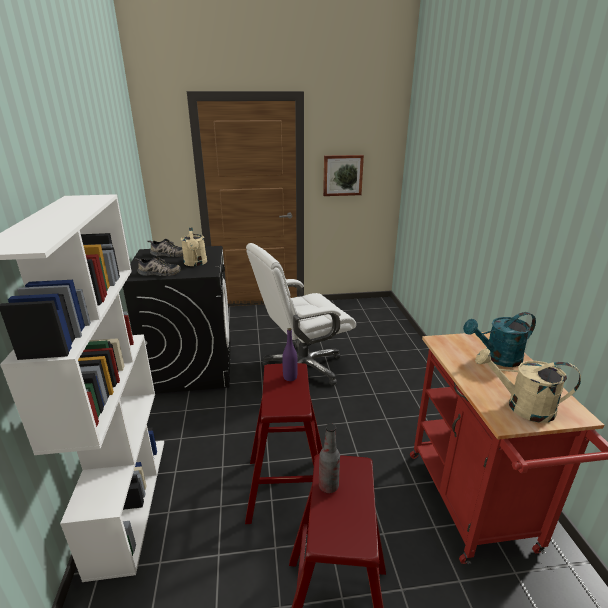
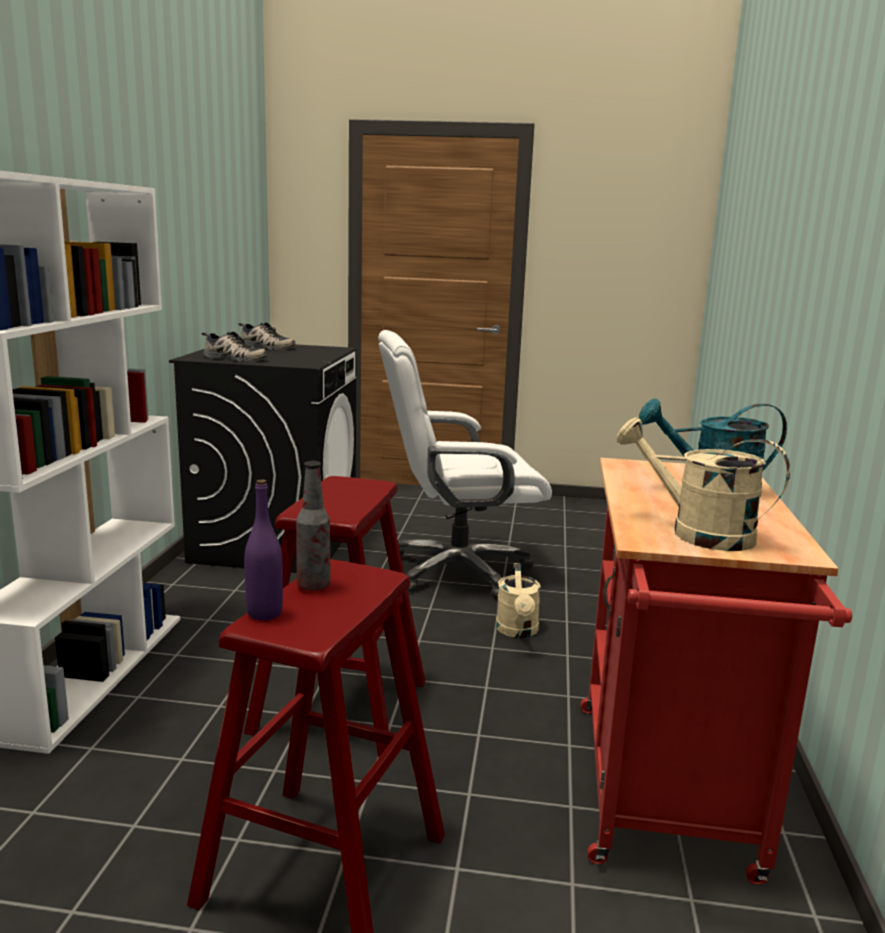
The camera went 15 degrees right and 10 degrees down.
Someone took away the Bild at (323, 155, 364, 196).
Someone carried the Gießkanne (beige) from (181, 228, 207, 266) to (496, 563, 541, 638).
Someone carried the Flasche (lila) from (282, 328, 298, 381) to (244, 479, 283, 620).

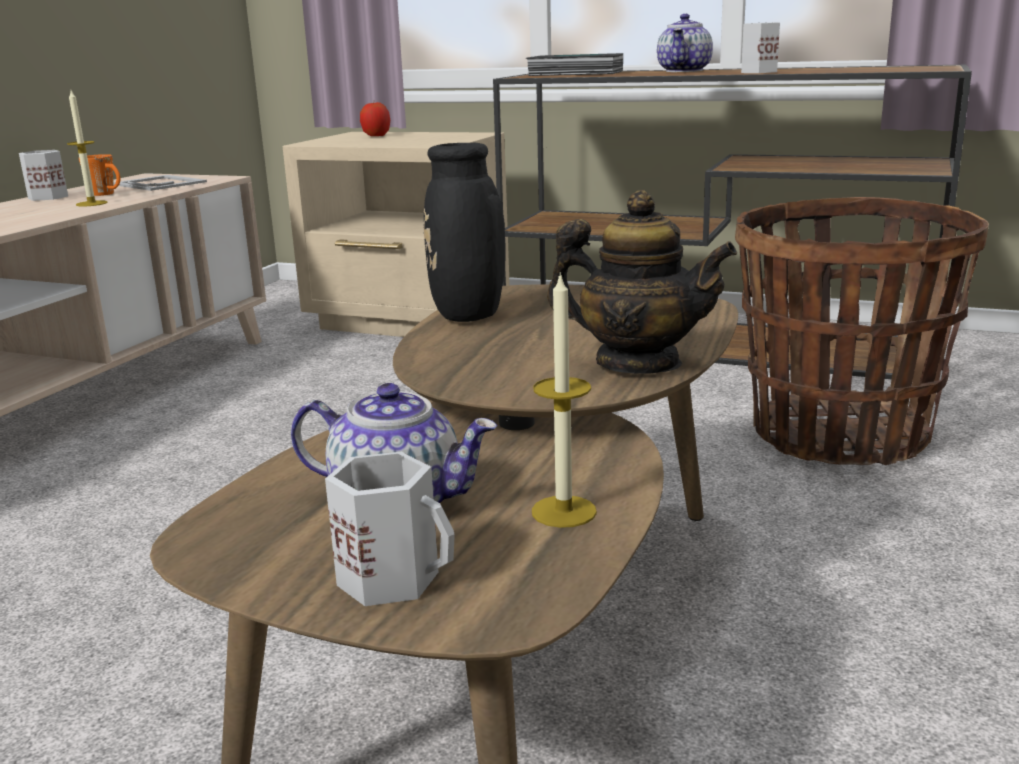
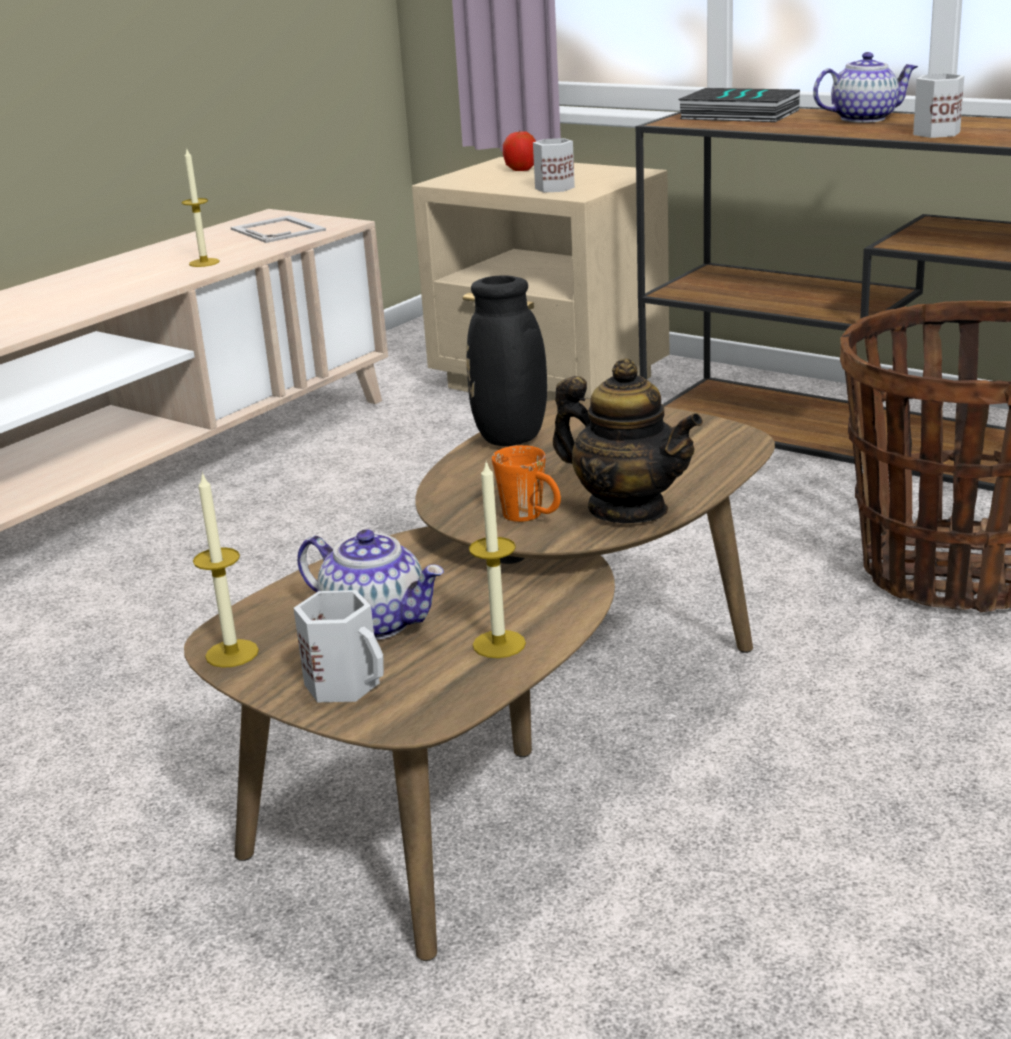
The camera went 15 degrees right and 5 degrees up.
Someone put down the Kerze at (193, 472, 259, 668).
Someone carried the Henkelbecher (weiß) from (19, 150, 68, 201) to (533, 138, 575, 192).
Someone carried the Henkelbecher (orange) from (79, 154, 121, 196) to (492, 445, 561, 522).
Someone rotated the Teekanne at (657, 14, 713, 72) by 135 degrees counterclockwise.

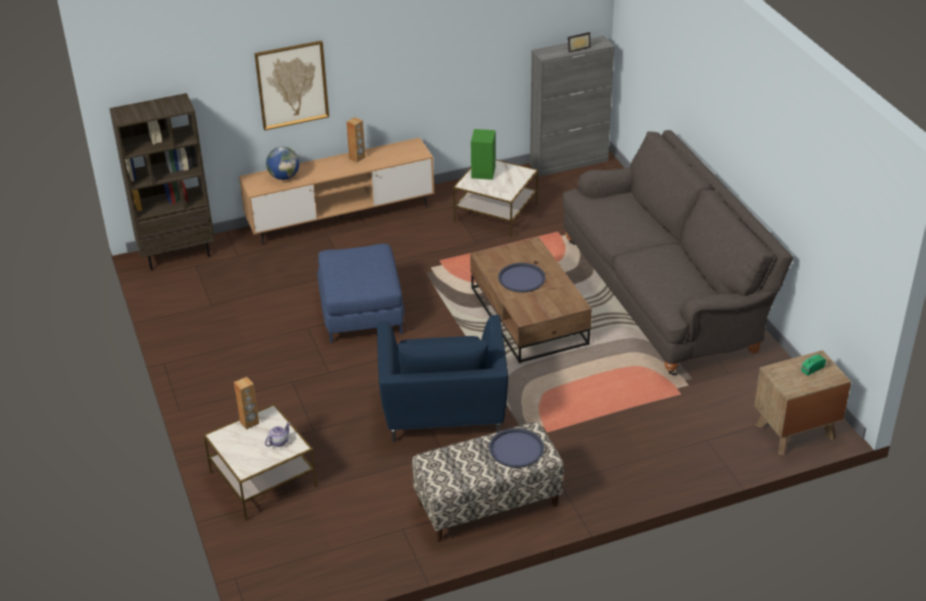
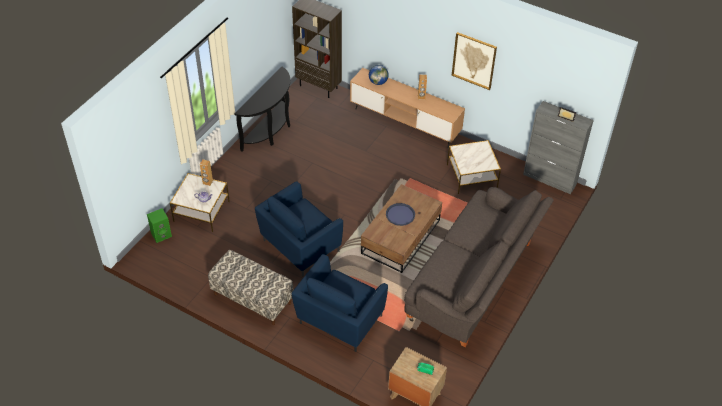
The camera went 50 degrees right and 10 degrees up.
Someone took away the Polsterhocker (blau) at (317, 244, 404, 343).
Someone took away the Tablett (blau) at (489, 428, 544, 468).
Someone put down the Konsolentisch (schwarz) at (235, 67, 290, 152).
Someone put down the Sessel (blau) at (292, 254, 388, 352).
Someone carried the Bild from (254, 40, 329, 131) to (452, 32, 497, 90).
Someone carried the Lautsprecher (grün) from (471, 129, 496, 180) to (147, 208, 172, 243).

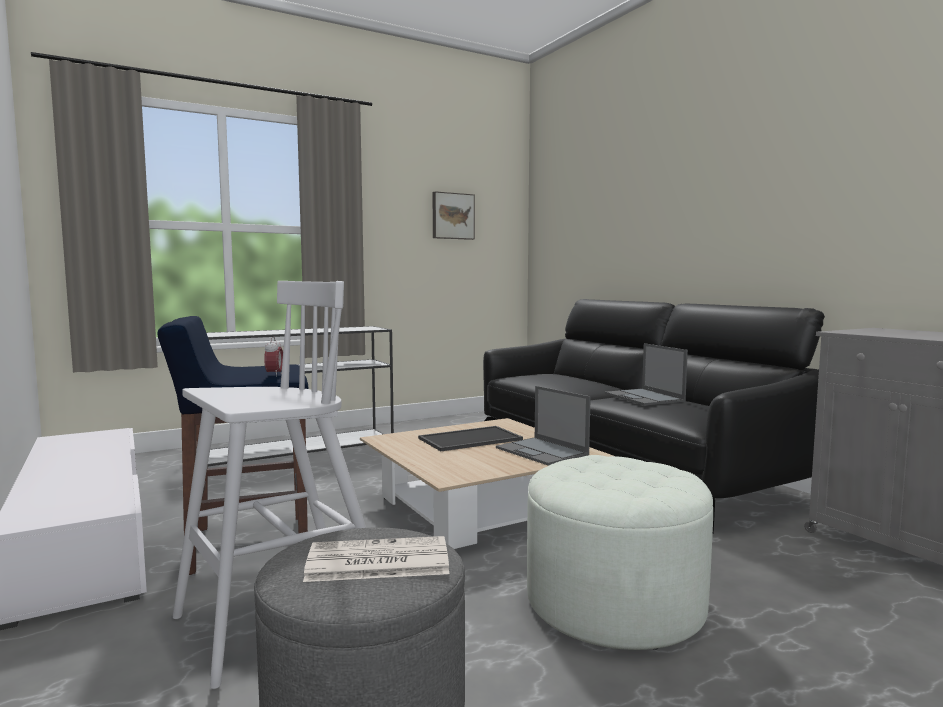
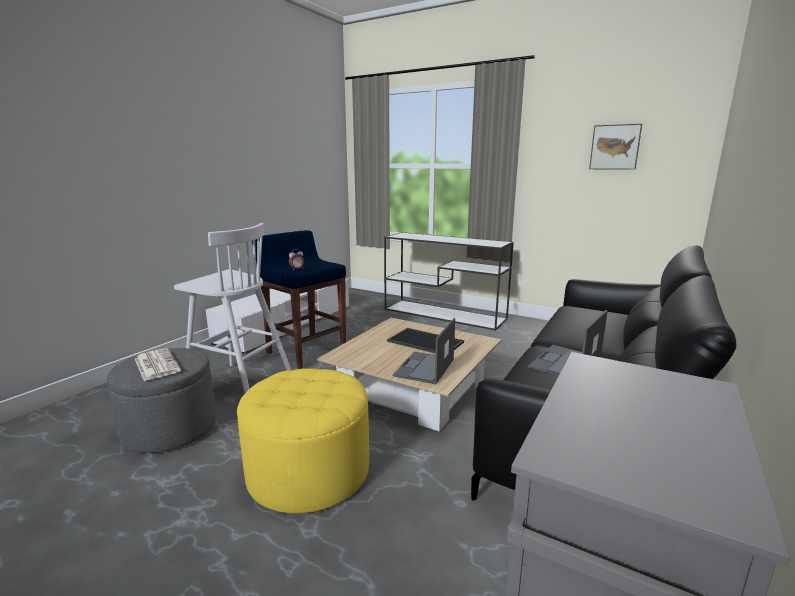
The camera went 60 degrees right and 10 degrees up.
Someone repainted the Polsterhocker (weiß) at (527, 455, 713, 650), which became the Polsterhocker (gelb) at (237, 369, 369, 514).

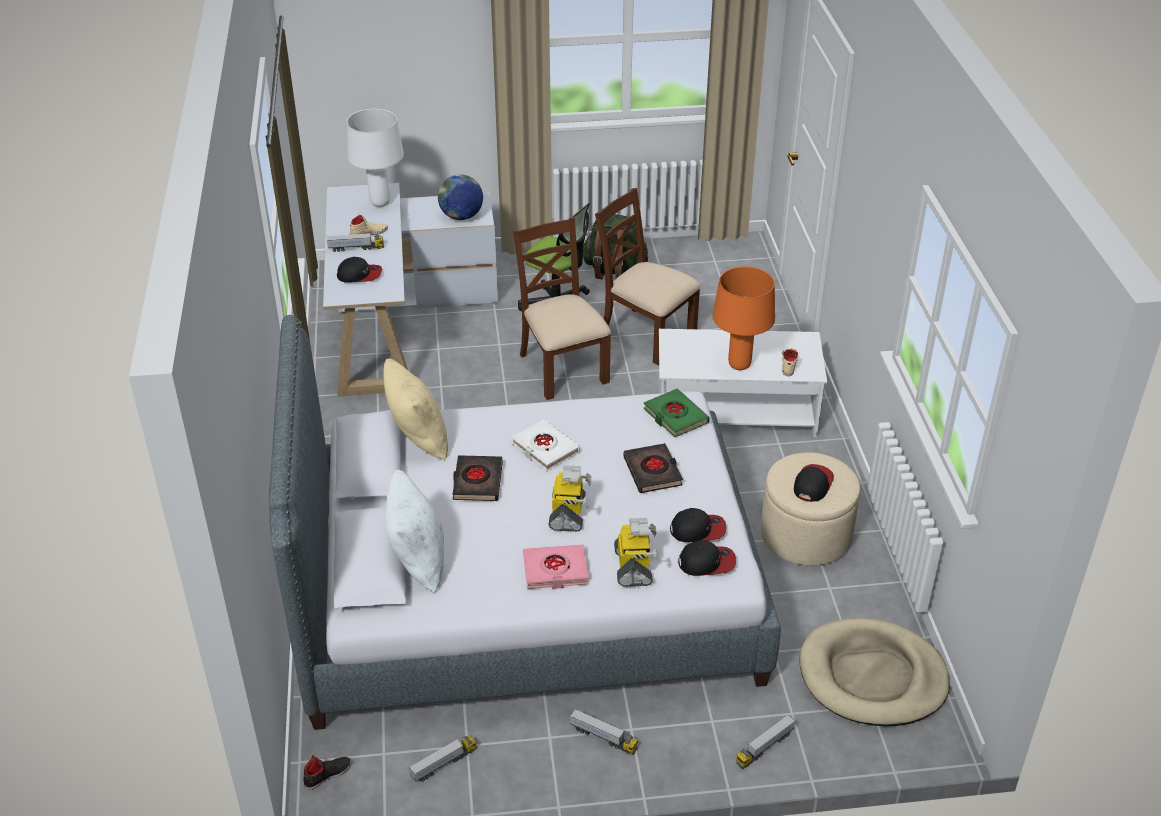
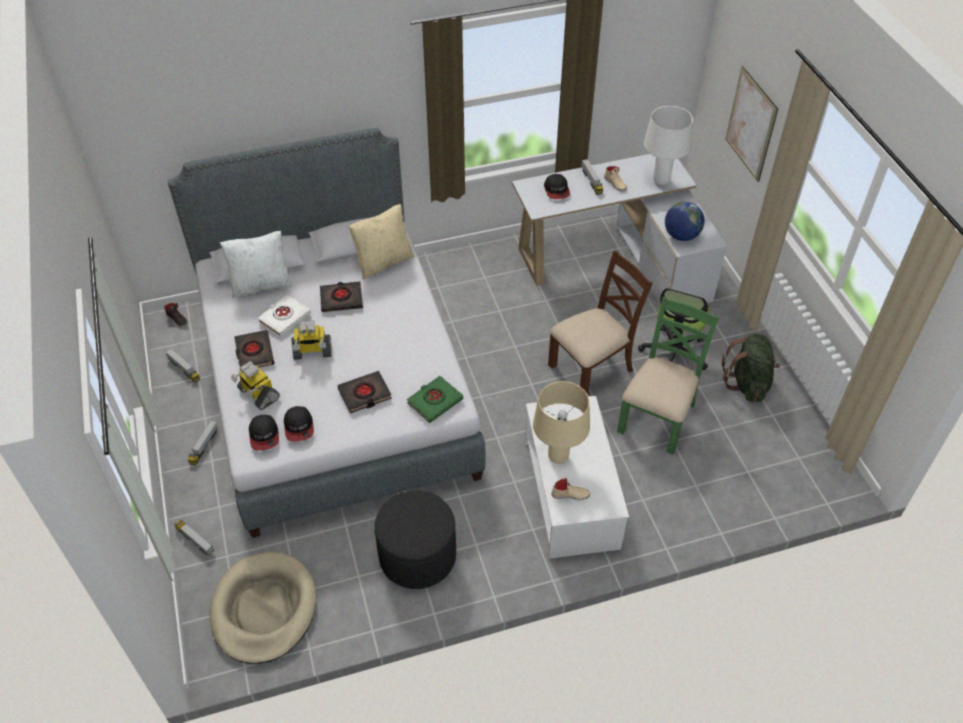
The camera went 80 degrees right and 10 degrees up.
Someone took away the Kappe at (794, 464, 834, 502).
Someone put up the Bild at (725, 66, 778, 182).
Someone carried the Buch (weiß) from (511, 419, 580, 471) to (258, 295, 311, 337).
Someone repainted the Buch (rosa) at (523, 544, 589, 589), which became the Buch (schwarz) at (234, 330, 275, 368).
Someone repainted the Stuhl (braun) at (595, 188, 701, 365), which became the Stuhl (grün) at (617, 297, 719, 455).
Someone repainted the Tischlampe (orange) at (713, 266, 775, 370), which became the Tischlampe (beige) at (533, 381, 590, 464).
Someone repainted the Polsterhocker (beige) at (761, 453, 860, 566), which became the Polsterhocker (schwarz) at (374, 491, 456, 589).
Someone rotated the Spielzeugroboter at (614, 518, 660, 587) by 60 degrees clockwise.

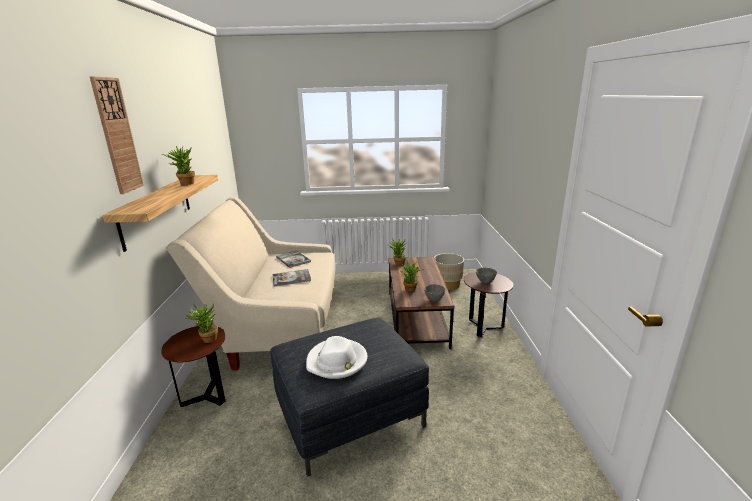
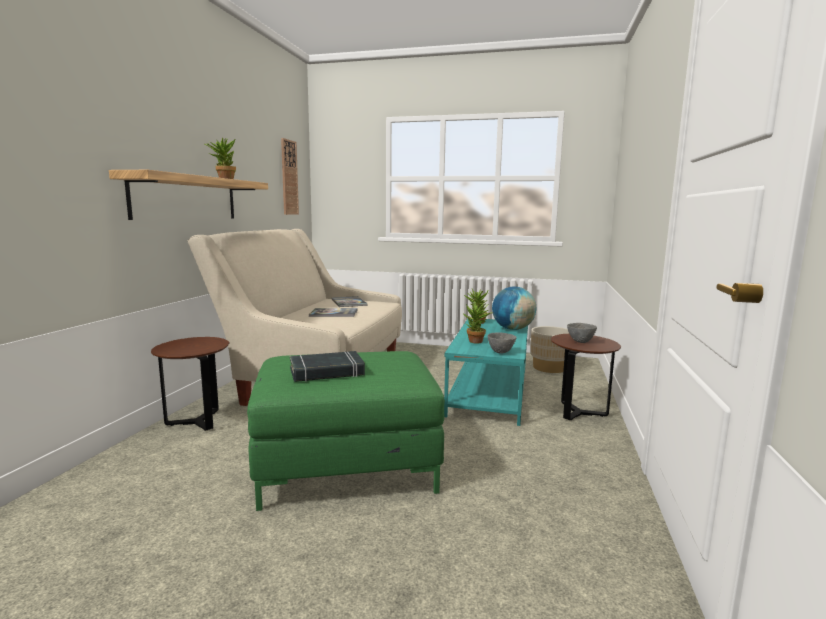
The camera went 15 degrees right and 10 degrees down.
Someone took away the Topfpflanze at (185, 304, 218, 343).
Someone put down the Globus at (492, 286, 536, 330).
Someone carried the Wanduhr from (90, 76, 144, 194) to (281, 138, 299, 215).
Someone swapped the Hut (weiß) at (306, 336, 367, 379) for the Buch (schwarz) at (290, 351, 365, 382).
Someone repainted the Polsterhocker (grau) at (270, 318, 429, 477), which became the Polsterhocker (grün) at (247, 351, 445, 511).
Someone repainted the Couchtisch (braun) at (388, 257, 454, 349), which became the Couchtisch (türkis) at (444, 319, 528, 426).

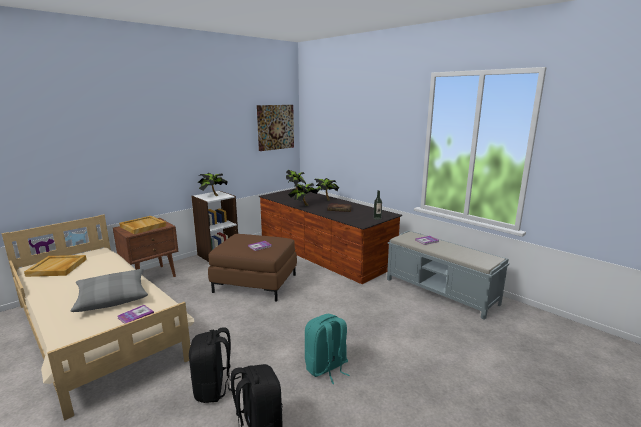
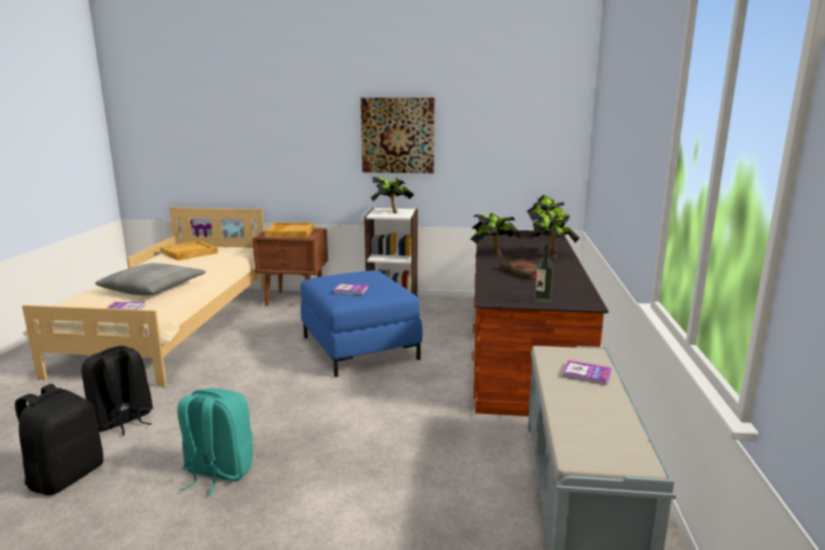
The camera went 50 degrees right and 0 degrees up.
Someone carried the Bild from (257, 105, 294, 151) to (361, 98, 435, 173).
Someone repainted the Polsterhocker (braun) at (208, 234, 297, 302), which became the Polsterhocker (blau) at (301, 270, 422, 377).

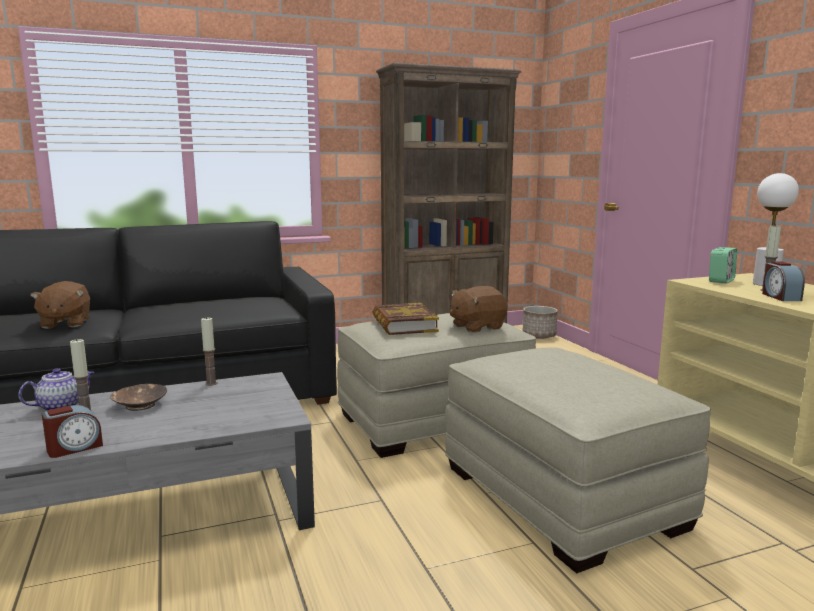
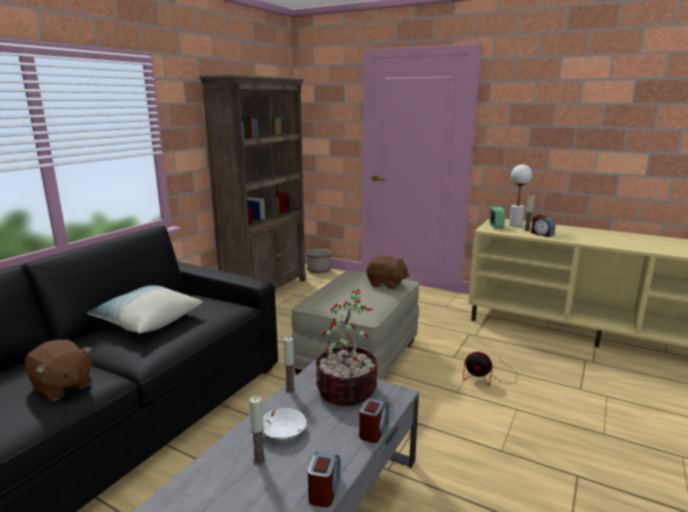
The camera went 40 degrees left and 5 degrees up.
Someone took away the Teekanne at (19, 368, 94, 410).
Someone took away the Buch at (372, 303, 439, 335).
Someone put down the Kissen at (87, 285, 202, 334).
Someone put down the Topfpflanze at (316, 289, 377, 406).
Someone put down the Wecker at (359, 398, 389, 443).
Someone swapped the Polsterhocker (beige) at (445, 347, 711, 573) for the Ventilator at (463, 352, 517, 386).
Someone repainted the Schüssel (braun) at (110, 384, 167, 411), which became the Schüssel (weiß) at (263, 408, 307, 441).
Someone rotated the Plüschtier (braun) at (449, 286, 508, 333) by 90 degrees counterclockwise.

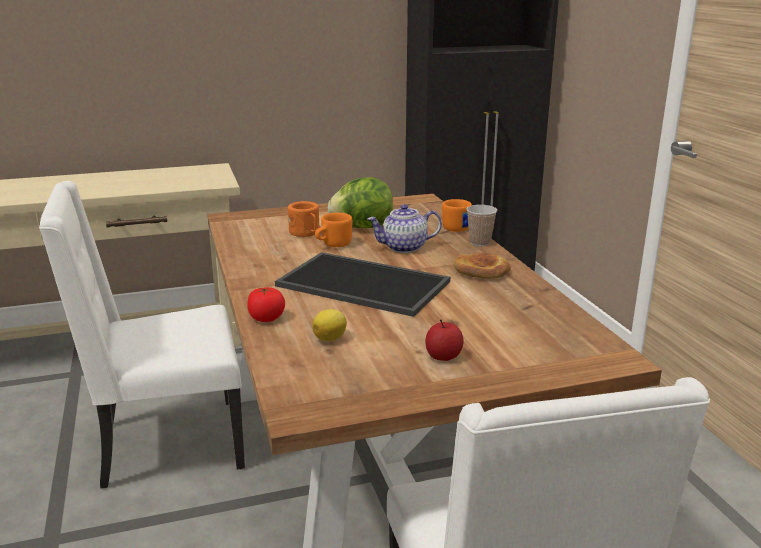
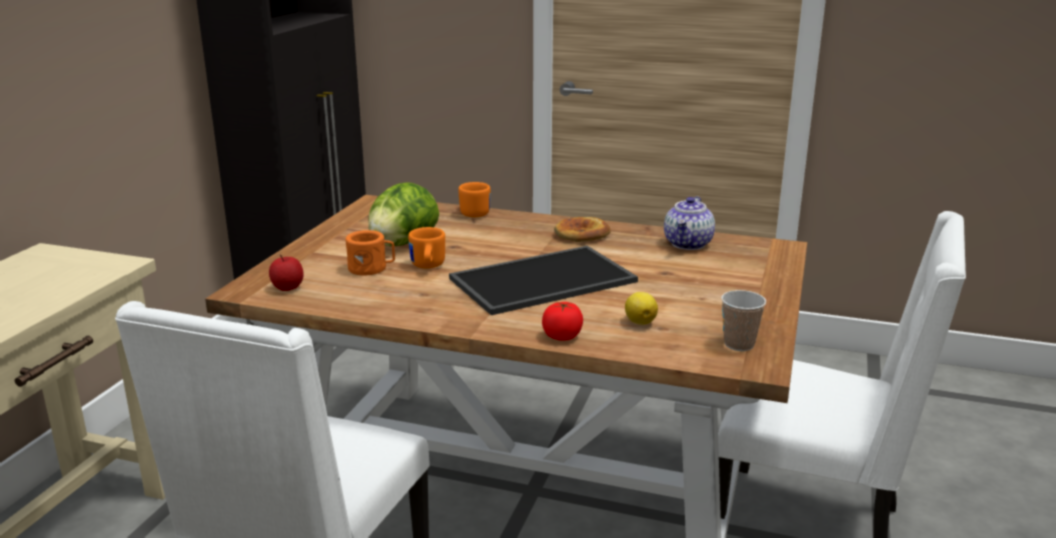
The camera went 55 degrees left and 0 degrees up.
Someone carried the Teekanne from (367, 204, 442, 253) to (664, 196, 715, 250).
Someone carried the Apfel from (425, 320, 464, 361) to (269, 255, 304, 291).
Someone carried the Tasse from (466, 205, 497, 246) to (721, 290, 766, 351).

